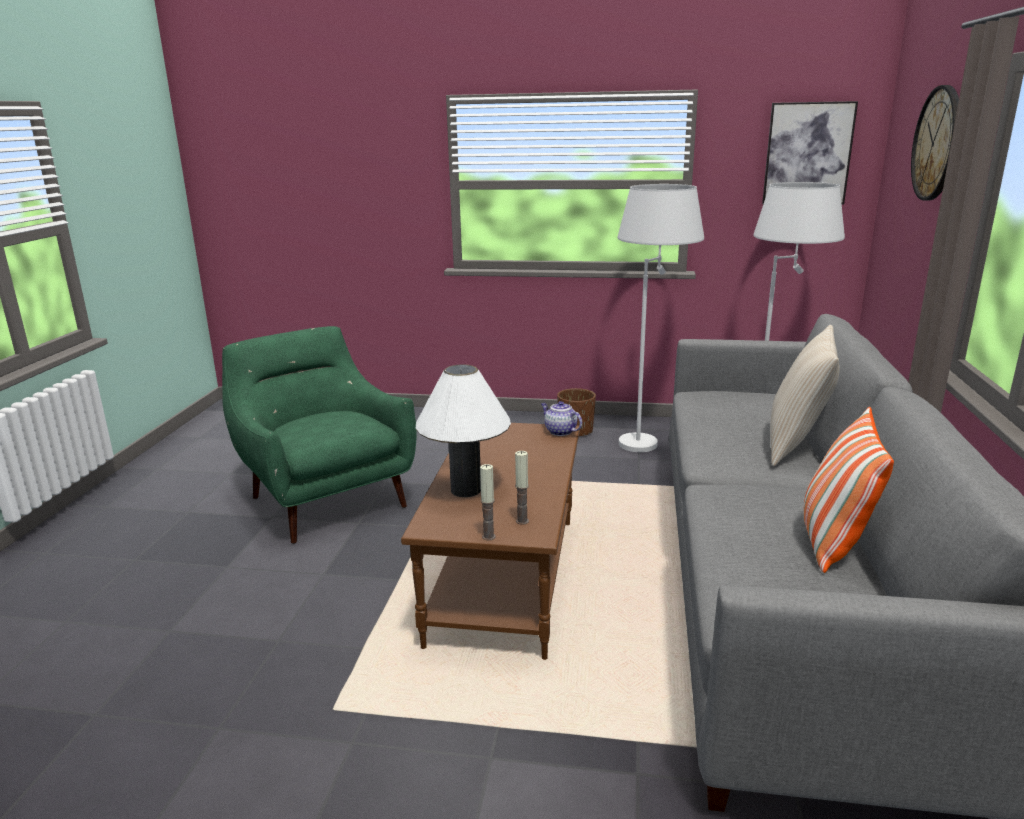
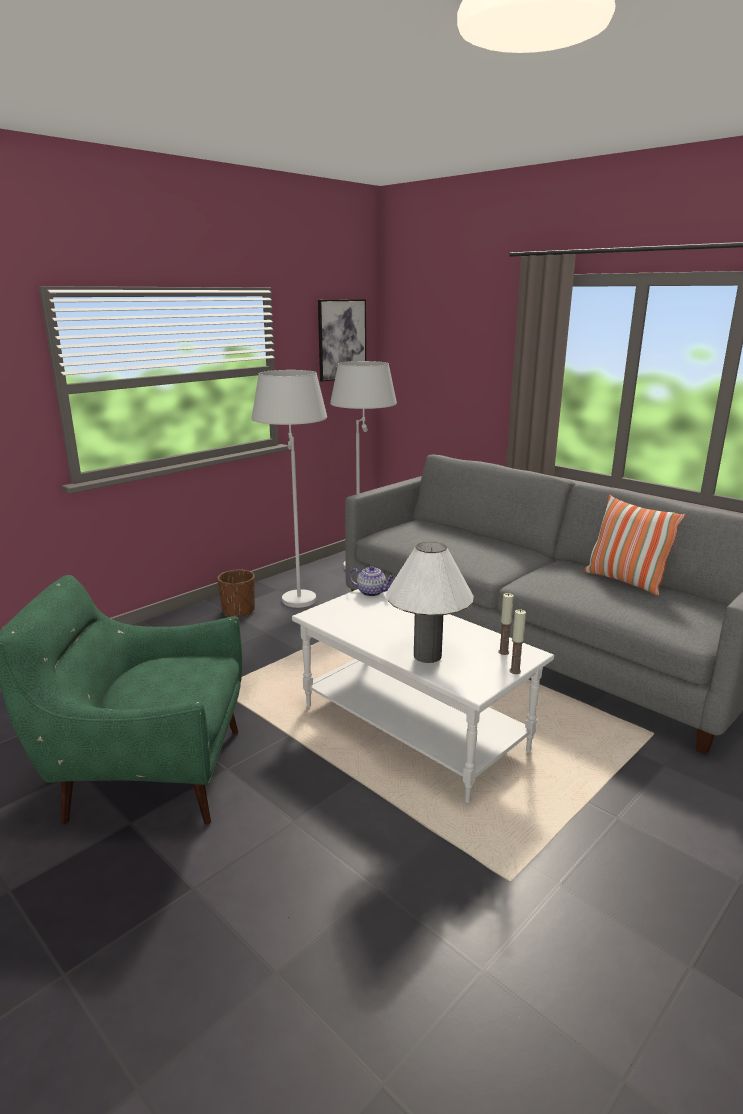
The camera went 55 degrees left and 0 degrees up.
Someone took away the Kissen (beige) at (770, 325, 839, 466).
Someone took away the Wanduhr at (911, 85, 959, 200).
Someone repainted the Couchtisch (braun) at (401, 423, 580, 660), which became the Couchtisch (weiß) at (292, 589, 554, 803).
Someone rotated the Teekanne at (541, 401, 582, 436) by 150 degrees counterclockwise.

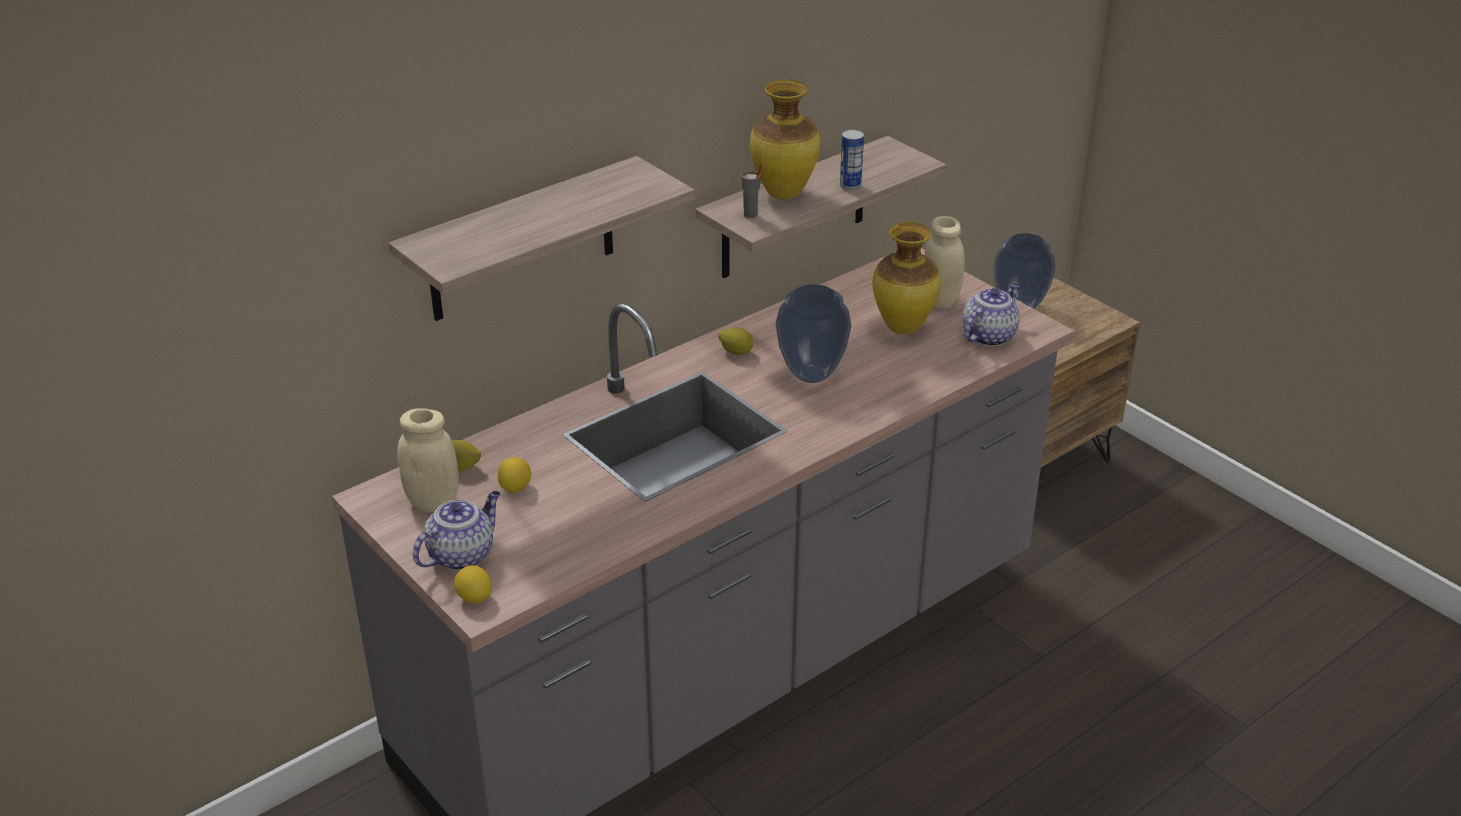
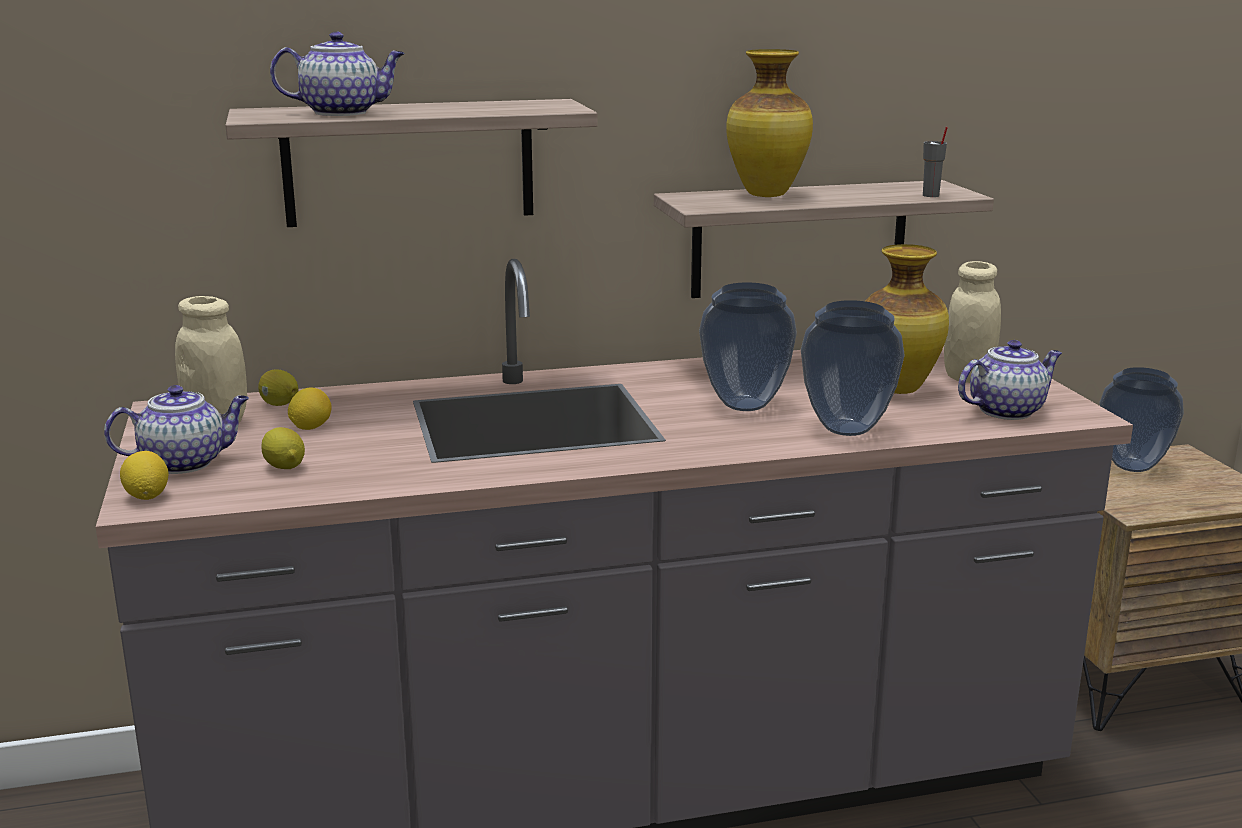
The camera went 25 degrees right and 15 degrees down.
Someone took away the Dose at (840, 130, 864, 190).
Someone put down the Teekanne at (270, 31, 405, 116).
Someone put down the Vase at (801, 300, 905, 436).
Someone carried the Zitrone from (718, 327, 753, 355) to (262, 427, 305, 469).
Someone carried the Tasse (grau) from (741, 165, 762, 218) to (923, 127, 948, 197).

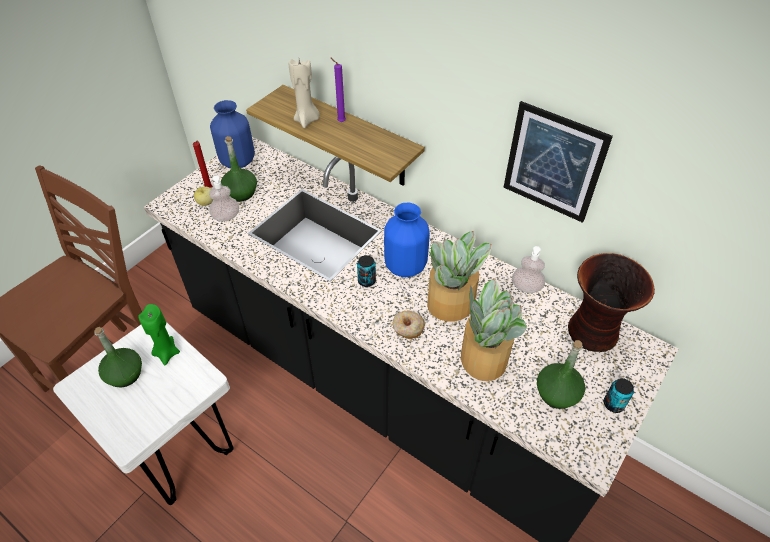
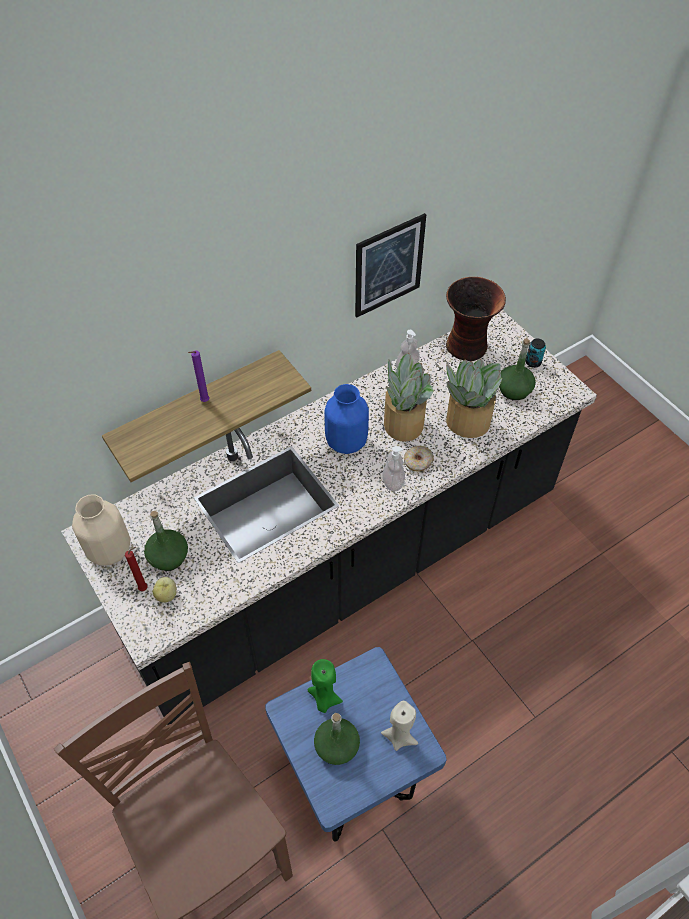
The camera went 70 degrees left and 5 degrees up.
Someone took away the Dose at (357, 255, 376, 287).
Someone carried the Seifenspender from (209, 176, 239, 222) to (383, 446, 405, 491).
Someone carried the Kerze (beige) from (289, 59, 320, 128) to (381, 701, 418, 751).
Someone repainted the Hocker (weiß) at (53, 322, 233, 505), which became the Hocker (blau) at (265, 647, 447, 842).
Someone repainted the Vase (blau) at (210, 100, 255, 168), which became the Vase (beige) at (72, 495, 130, 565).

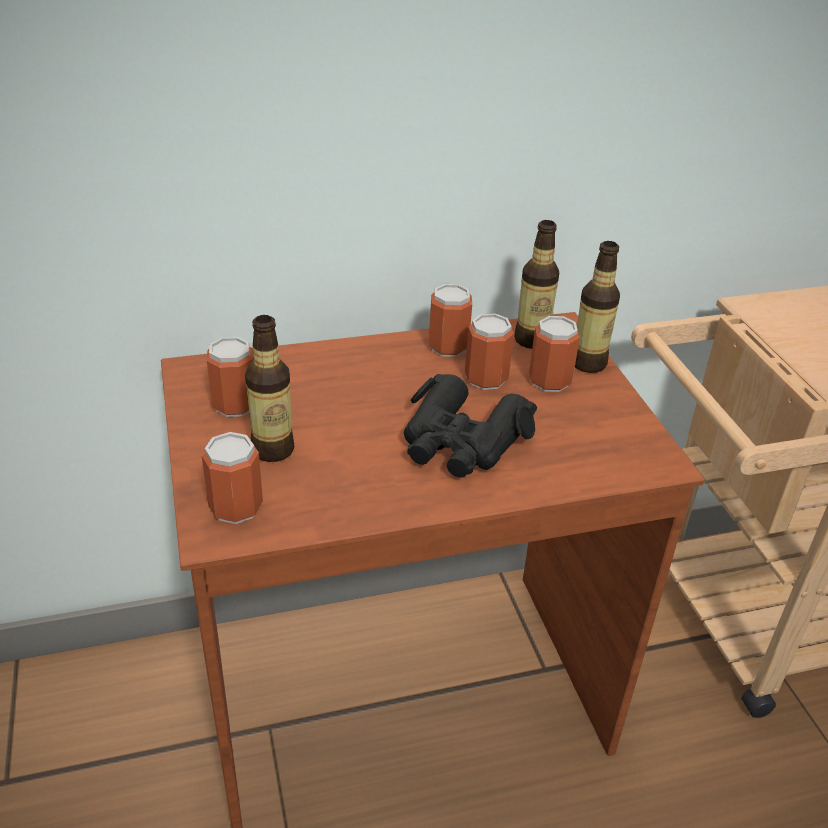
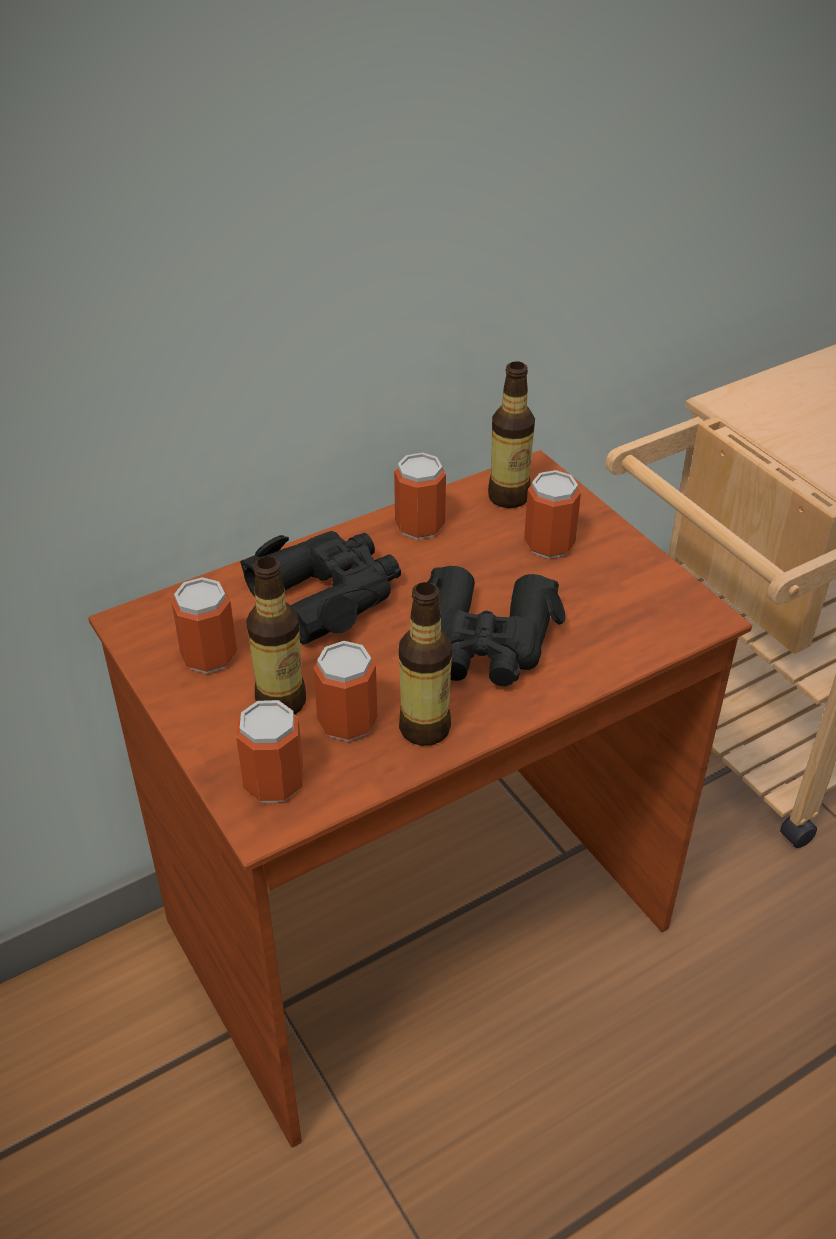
The camera went 15 degrees left and 5 degrees up.
Someone put down the Fernglas (schwarz) at (240, 531, 401, 644).
Someone carried the Dose from (465, 313, 514, 390) to (313, 641, 377, 742).
Someone carried the Flasche from (575, 241, 620, 373) to (399, 582, 452, 746).

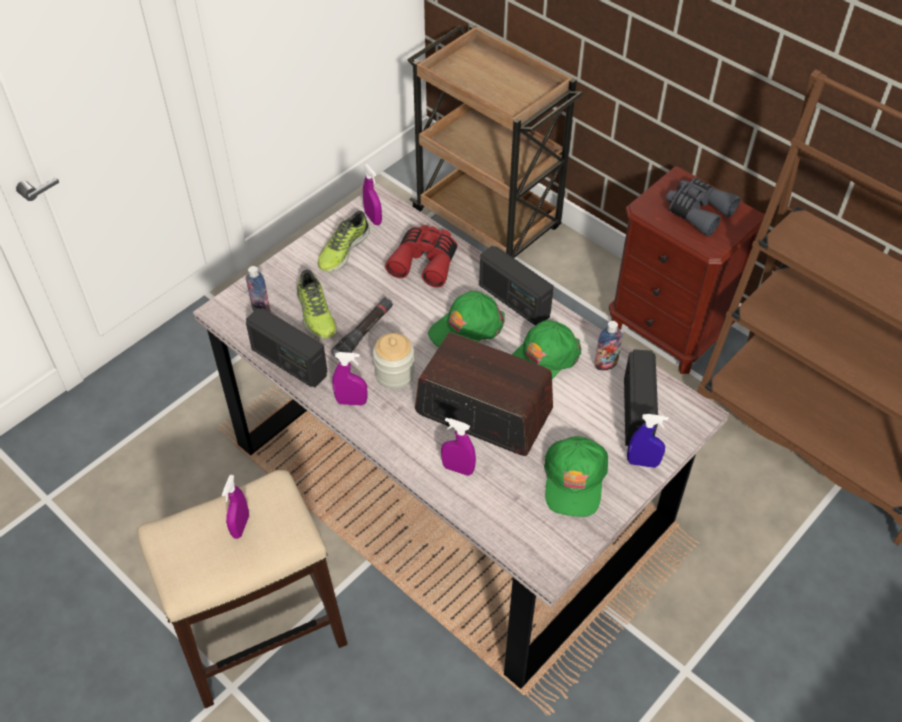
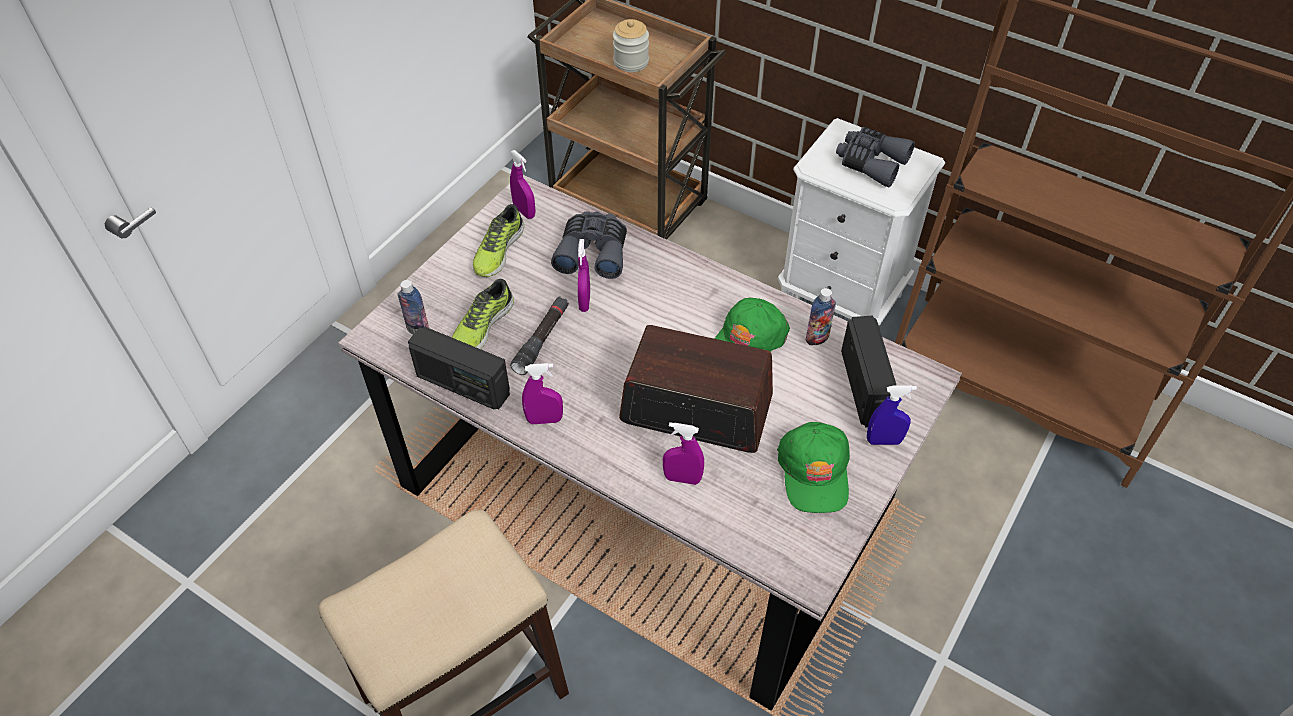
The camera went 10 degrees left and 0 degrees up.
Someone took away the Kappe (grün) at (428, 291, 505, 348).
Someone took away the Radio at (479, 246, 554, 325).
Someone carried the Sprühflasche (lila) from (222, 475, 249, 539) to (578, 239, 590, 312).
Someone carried the Vorratsglas from (373, 333, 415, 389) to (613, 19, 649, 72).
Someone repainted the Fernglas (rot) at (385, 225, 458, 288), which became the Fernglas (grau) at (551, 211, 627, 279).
Someone repainted the Nachttisch (braun) at (609, 166, 765, 374), which became the Nachttisch (weiß) at (778, 118, 945, 325).
Someone rotated the Schuh at (297, 270, 337, 339) by 60 degrees clockwise.

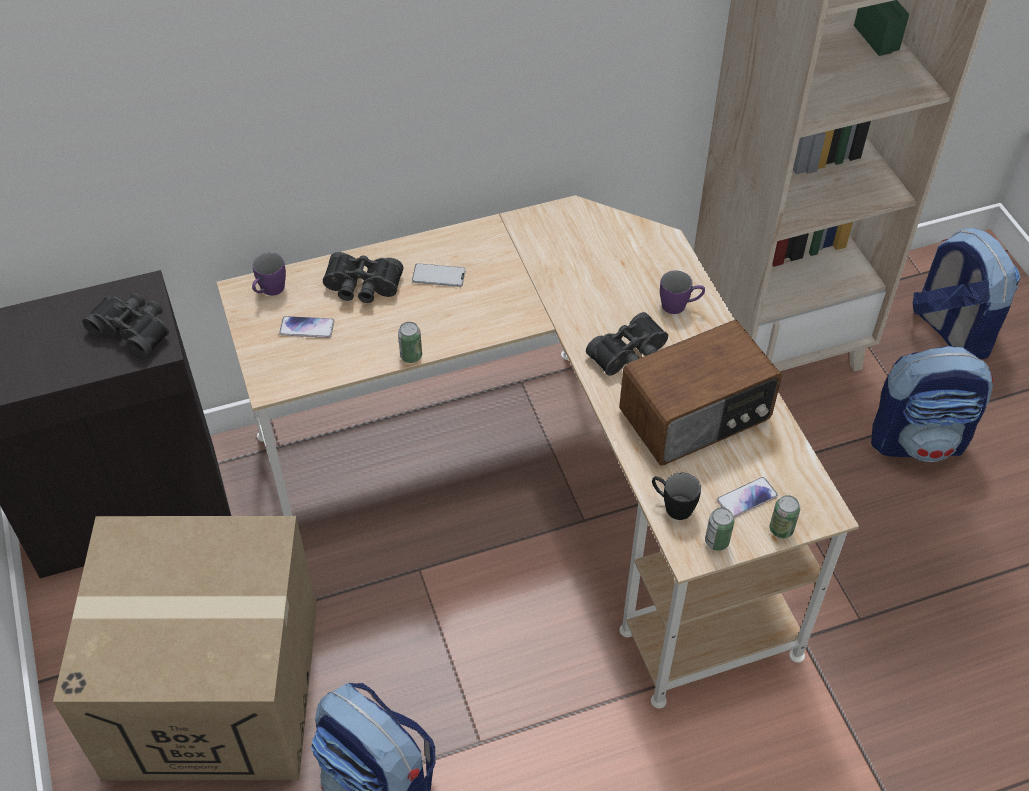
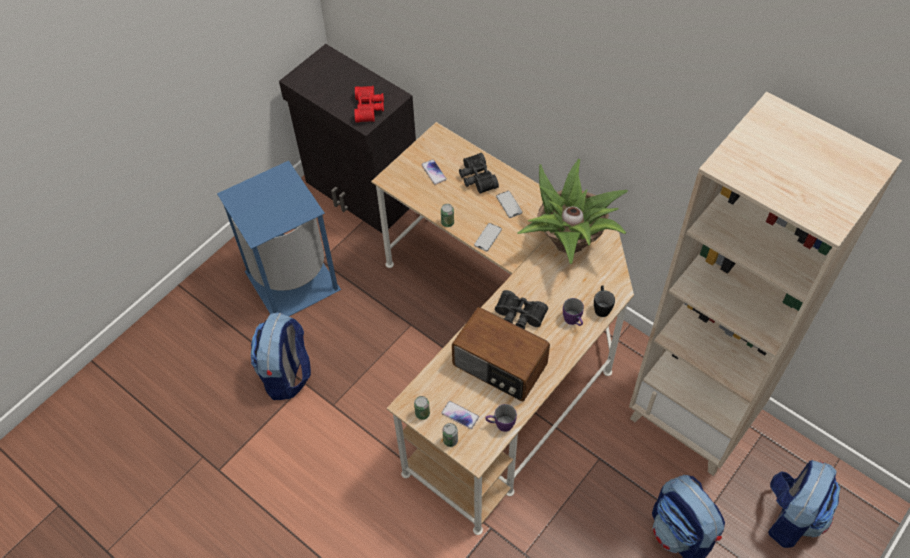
The camera went 60 degrees right and 5 degrees up.
Someone put down the Handy at (474, 223, 502, 251).
Someone put down the Topfpflanze at (517, 159, 628, 264).
Someone carried the Henkelbecher (lila) from (252, 252, 286, 296) to (485, 404, 517, 432).
Someone carried the Henkelbecher (schwarz) from (652, 473, 701, 520) to (594, 286, 615, 317).
Someone swapped the Karton at (53, 516, 317, 781) for the Mülleimer (blau) at (217, 161, 341, 316).
Someone repainted the Fernglas (schwarz) at (82, 292, 169, 358), which became the Fernglas (rot) at (354, 86, 384, 123).

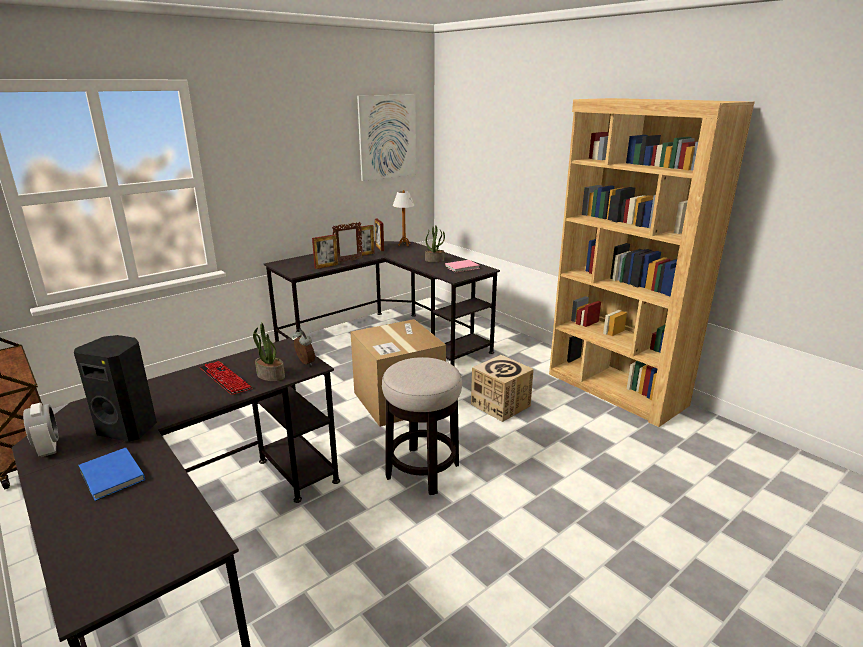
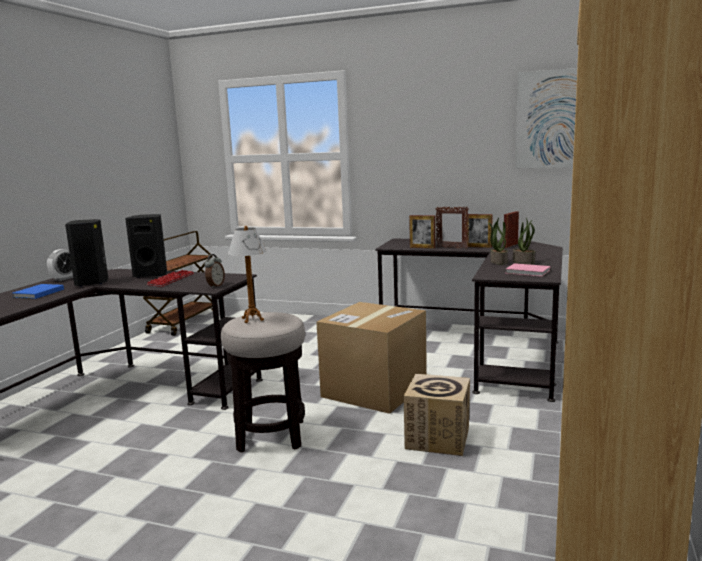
The camera went 60 degrees right and 10 degrees down.
Someone put down the Lautsprecher (schwarz) at (125, 214, 167, 278).
Someone carried the Topfpflanze from (253, 323, 285, 381) to (488, 218, 508, 265).
Someone carried the Tischlampe from (393, 190, 415, 246) to (228, 226, 267, 323).

